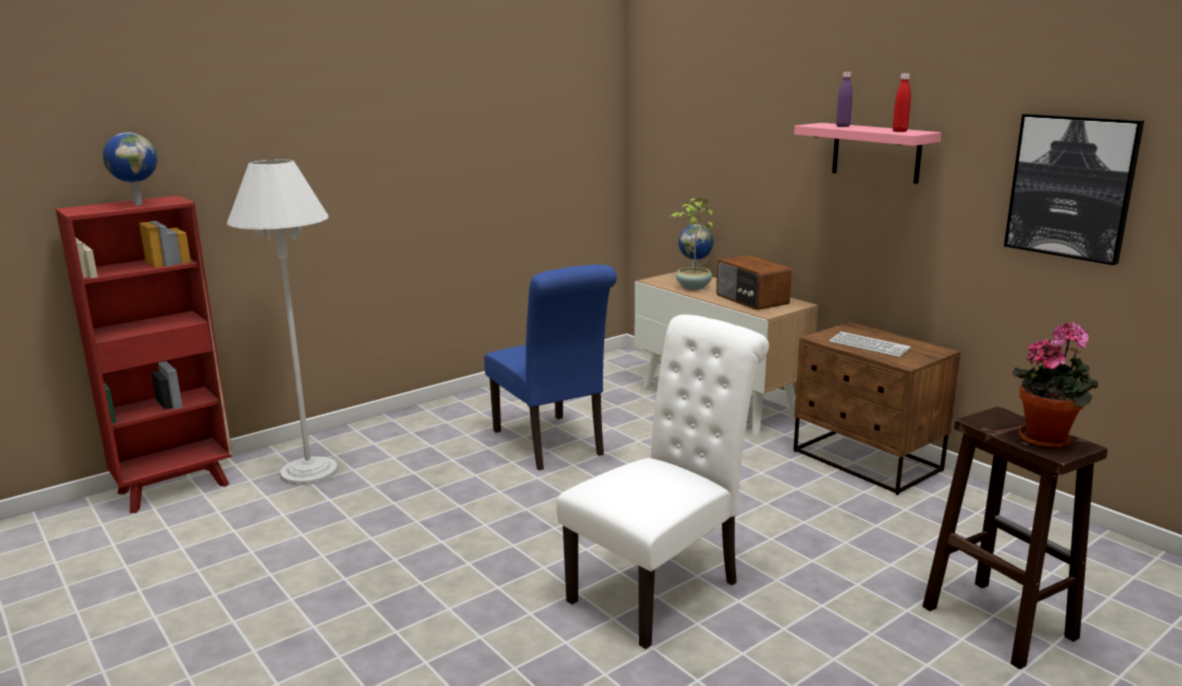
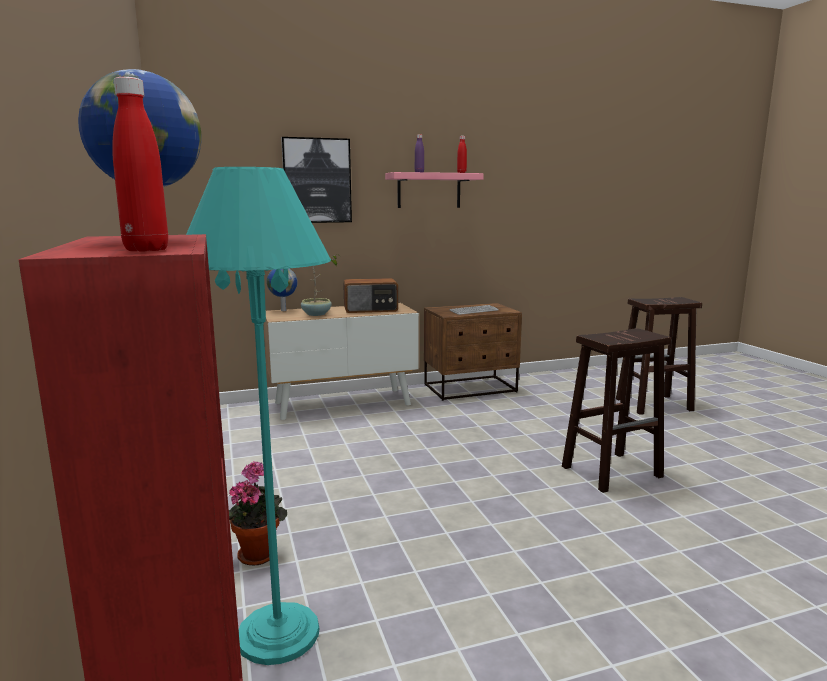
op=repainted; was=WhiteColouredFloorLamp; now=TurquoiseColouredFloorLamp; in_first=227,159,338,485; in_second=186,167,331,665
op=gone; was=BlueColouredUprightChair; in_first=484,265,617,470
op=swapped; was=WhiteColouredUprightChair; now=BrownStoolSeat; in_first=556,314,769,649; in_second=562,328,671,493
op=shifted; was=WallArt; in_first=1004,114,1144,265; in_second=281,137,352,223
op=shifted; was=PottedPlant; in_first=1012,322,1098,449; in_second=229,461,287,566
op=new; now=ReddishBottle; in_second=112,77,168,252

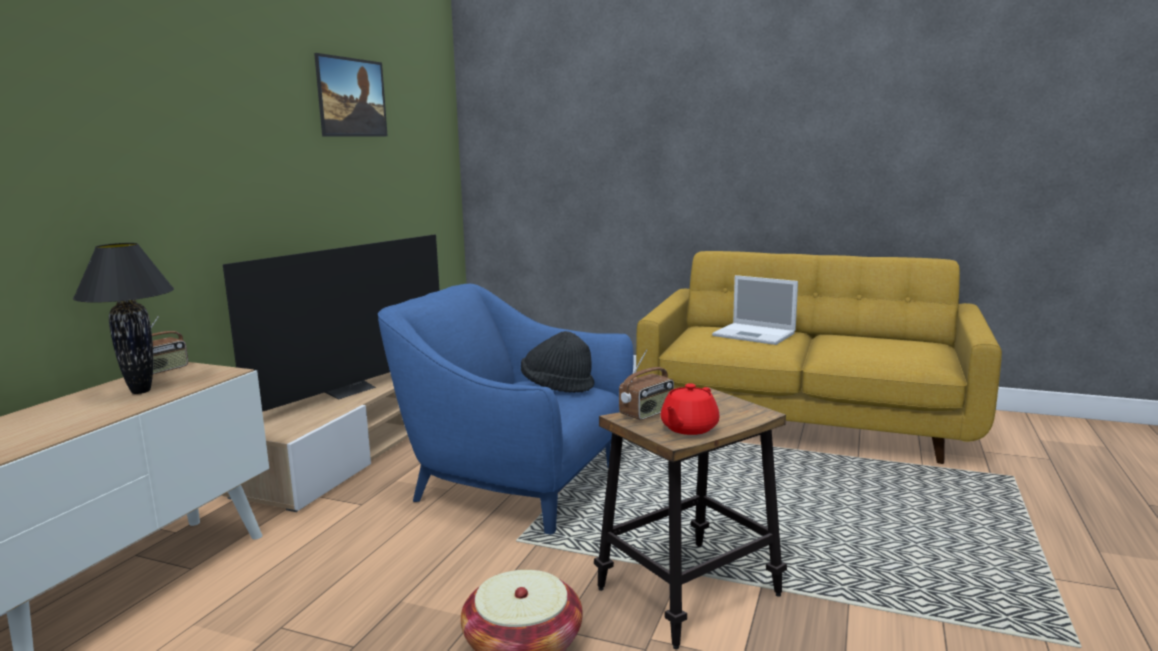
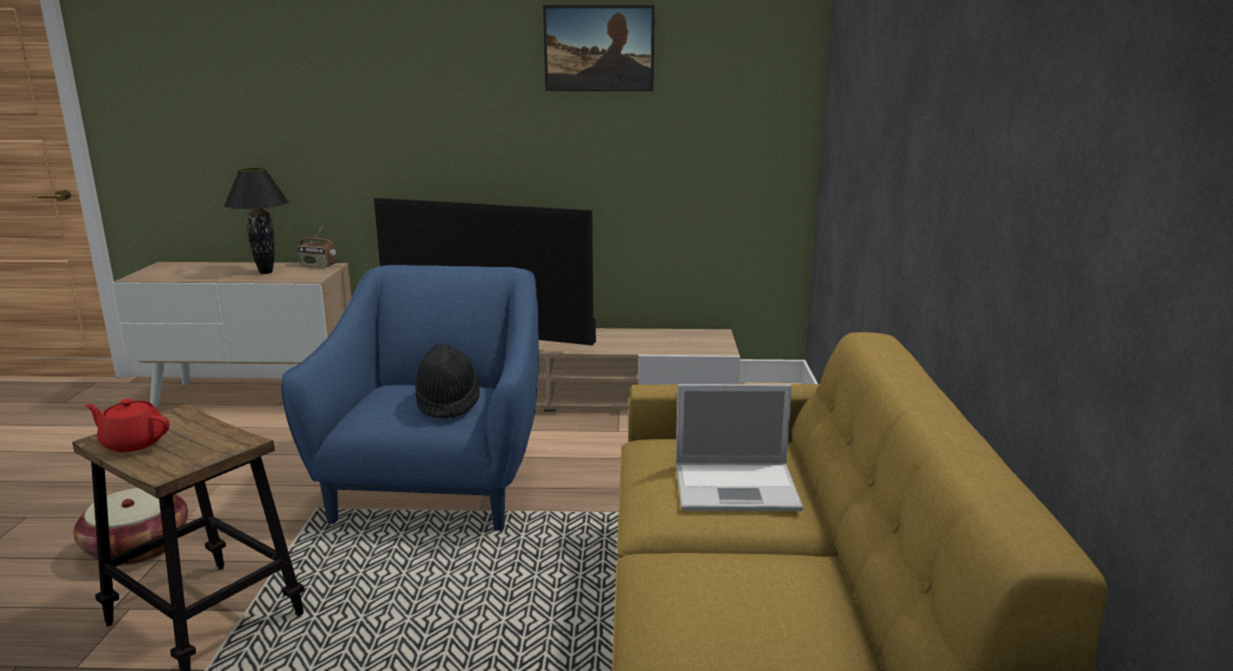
op=gone; was=RadioReceiver; in_first=619,349,674,420
op=rotated; was=Laptop; in_first=712,275,798,345; in_second=676,384,803,511; clockwise=-105

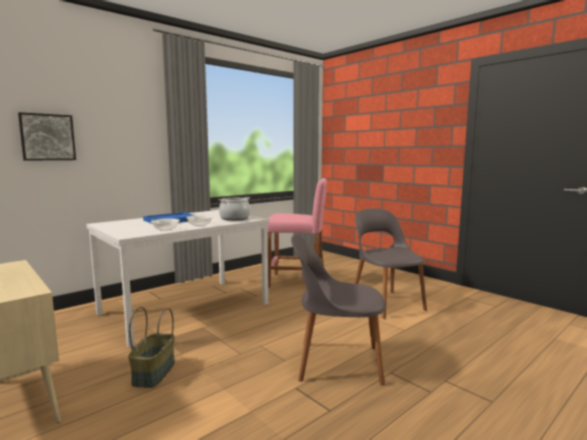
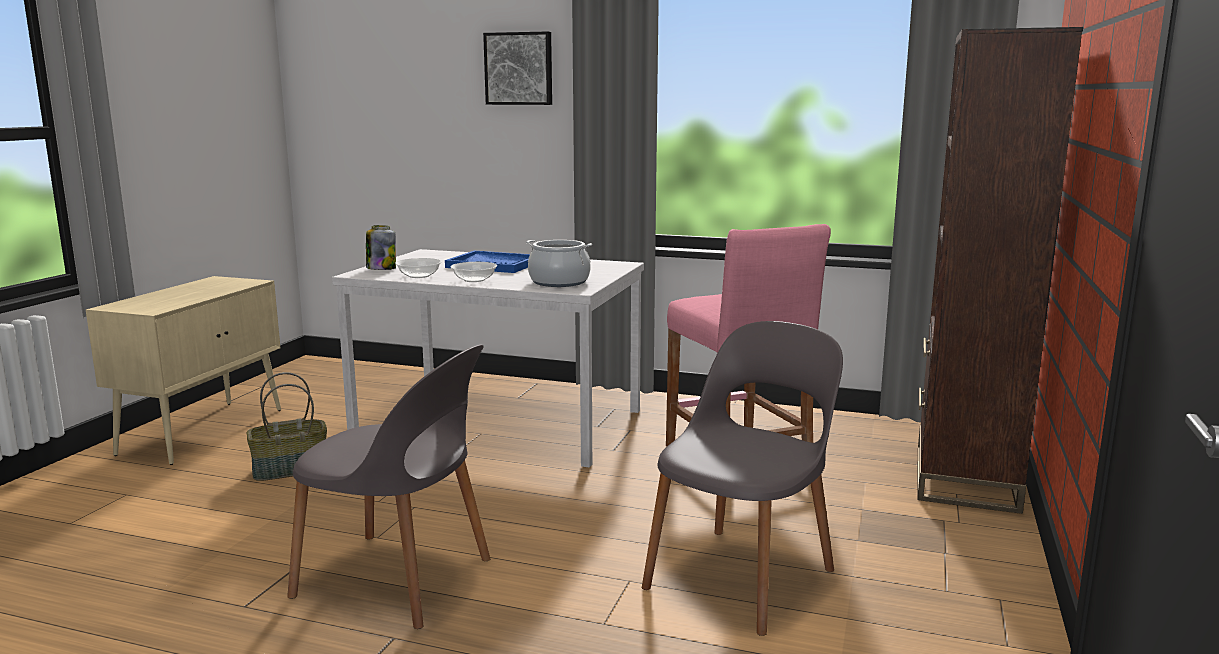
op=shifted; was=WallArt; in_first=18,112,76,161; in_second=483,31,552,105
op=rotated; was=GreyUprightChair; in_first=291,234,386,385; in_second=287,345,490,629; clockwise=135
op=new; now=PreserveJar; in_second=366,225,396,270
op=new; now=BrownShelvingUnit; in_second=917,27,1083,514

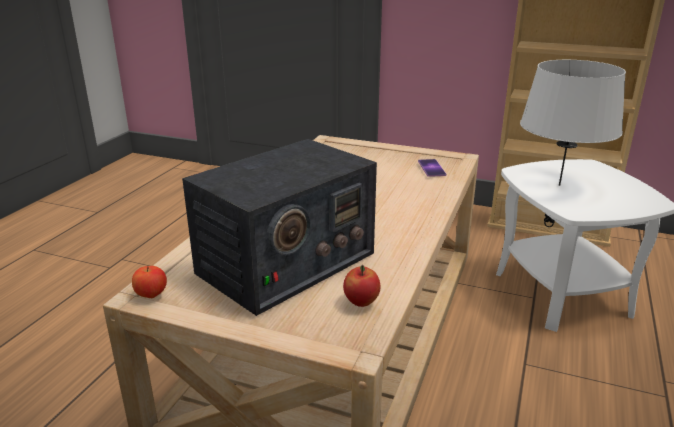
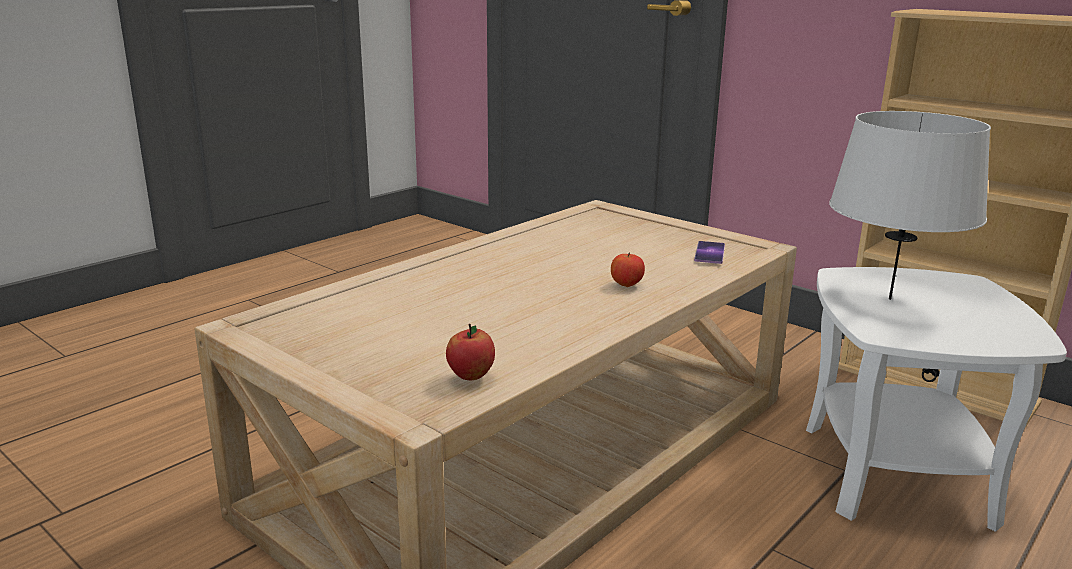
op=shifted; was=WholeApple; in_first=132,266,167,298; in_second=611,252,645,287
op=gone; was=RadioReceiver; in_first=182,139,377,316

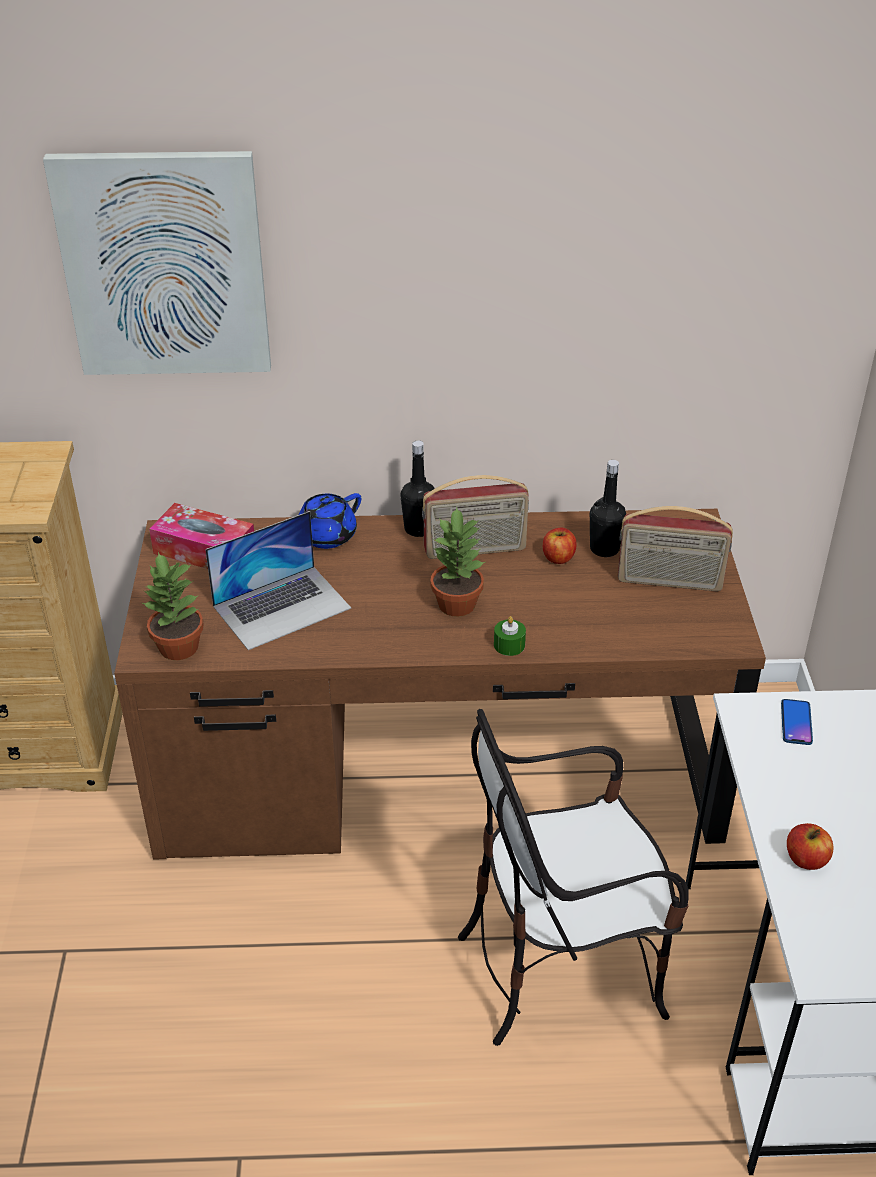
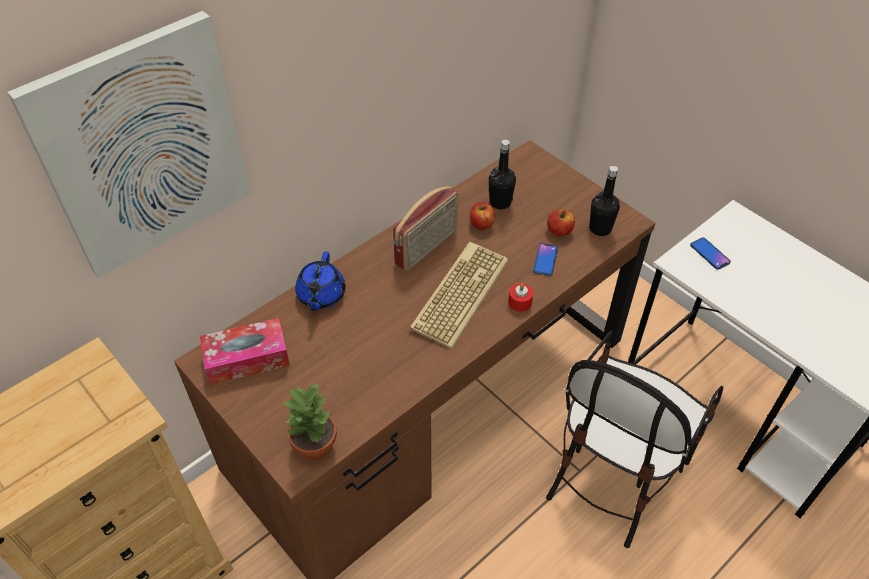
op=gone; was=Laptop; in_first=205,511,351,650
op=shifted; was=BlackColouredBottle; in_first=400,440,435,537; in_second=589,166,620,236
op=swapped; was=PottedPlant; now=PcKeyboard; in_first=430,507,485,617; in_second=410,242,508,349
op=repainted; was=GreenColouredCandle; now=ReddishCandle; in_first=494,616,526,656; in_second=508,283,533,312
op=gone; was=RadioReceiver; in_first=618,506,733,591
op=shifted; was=WholeApple; in_first=787,823,833,870; in_second=547,209,575,237
op=new; now=Phone; in_second=533,243,558,276

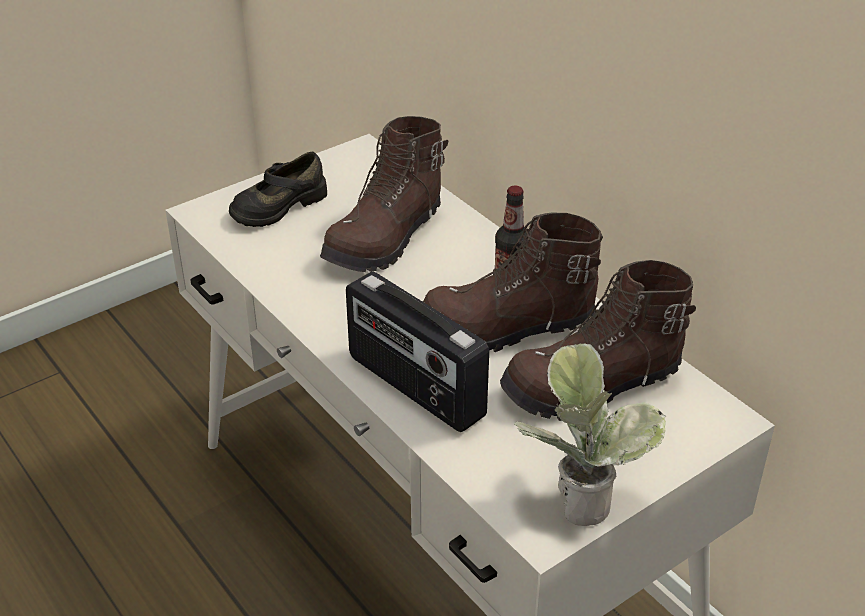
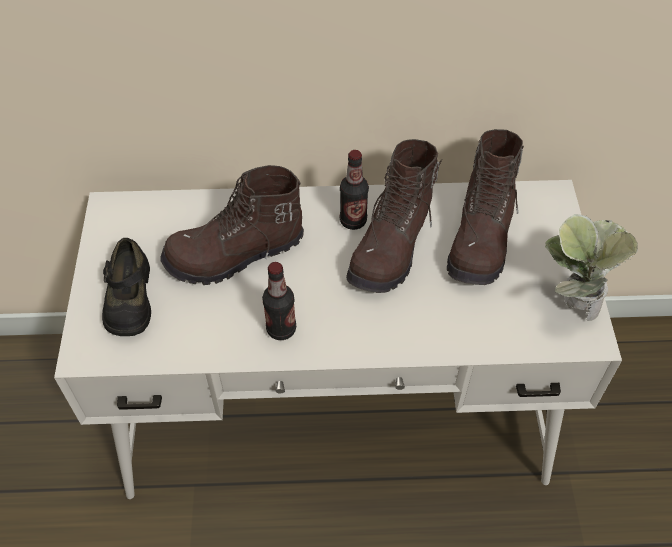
op=rotated; was=BrownBoot; in_first=320,116,448,272; in_second=160,165,304,285; clockwise=90
op=gone; was=RadioReceiver; in_first=346,271,489,432
op=new; now=Bottle; in_second=262,262,296,340

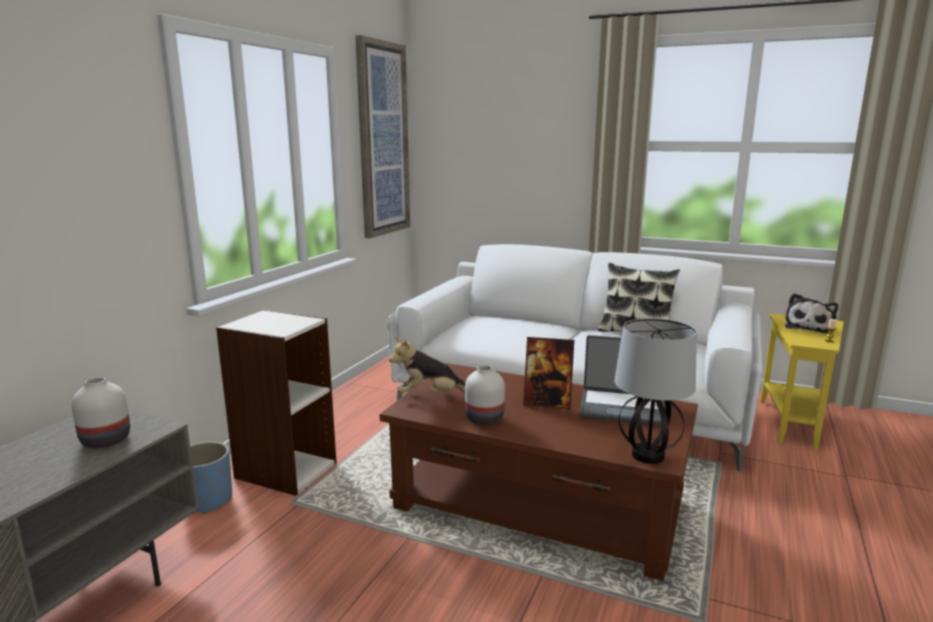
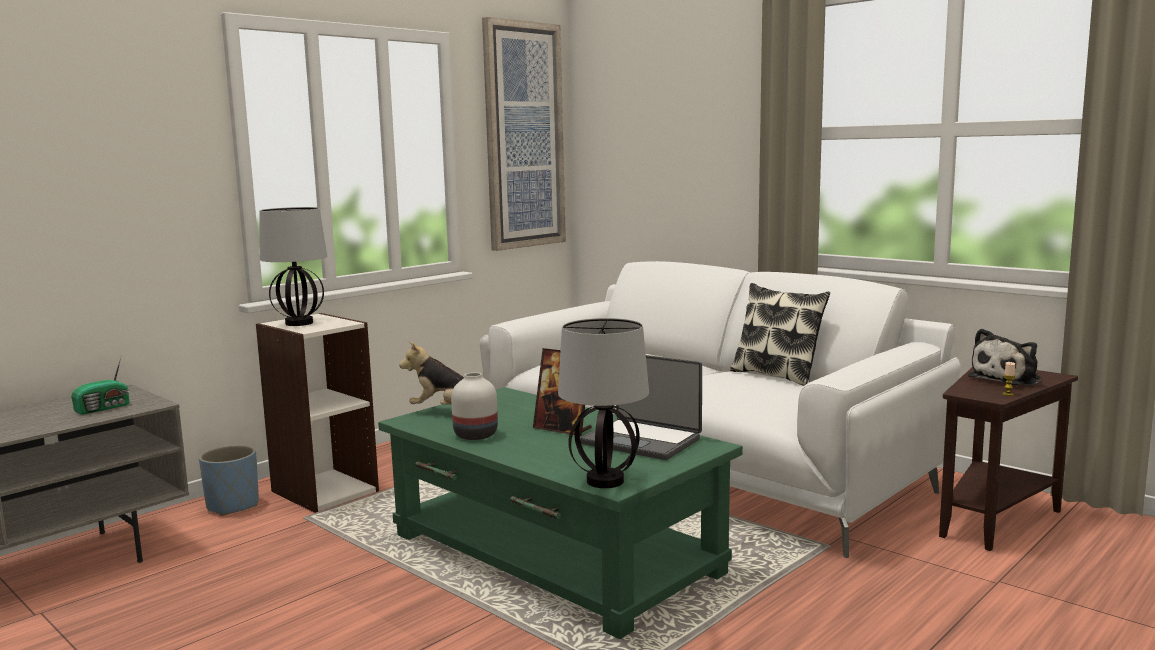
op=swapped; was=WhiteColouredVase; now=RadioReceiver; in_first=72,377,130,448; in_second=71,358,130,415
op=repainted; was=BrownLowTable; now=GreenColouredLowTable; in_first=380,363,698,581; in_second=378,387,743,639
op=repainted; was=YellowColouredSideTable; now=BrownSideTable; in_first=761,314,844,450; in_second=939,367,1078,551
op=new; now=TabletopLamp; in_second=259,207,327,326

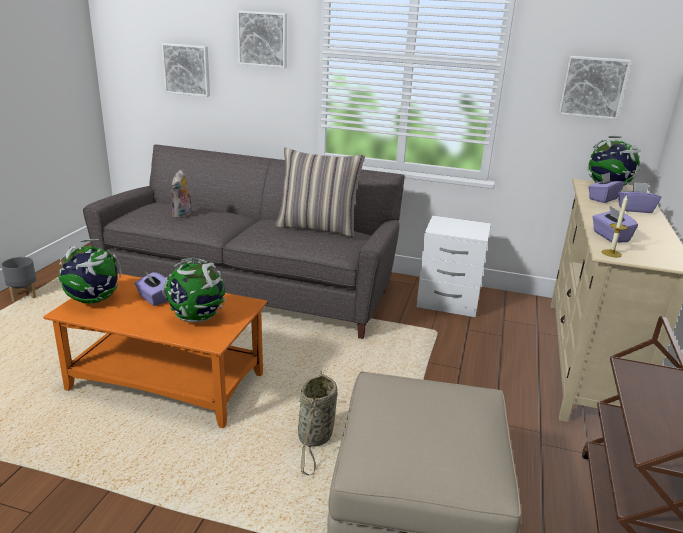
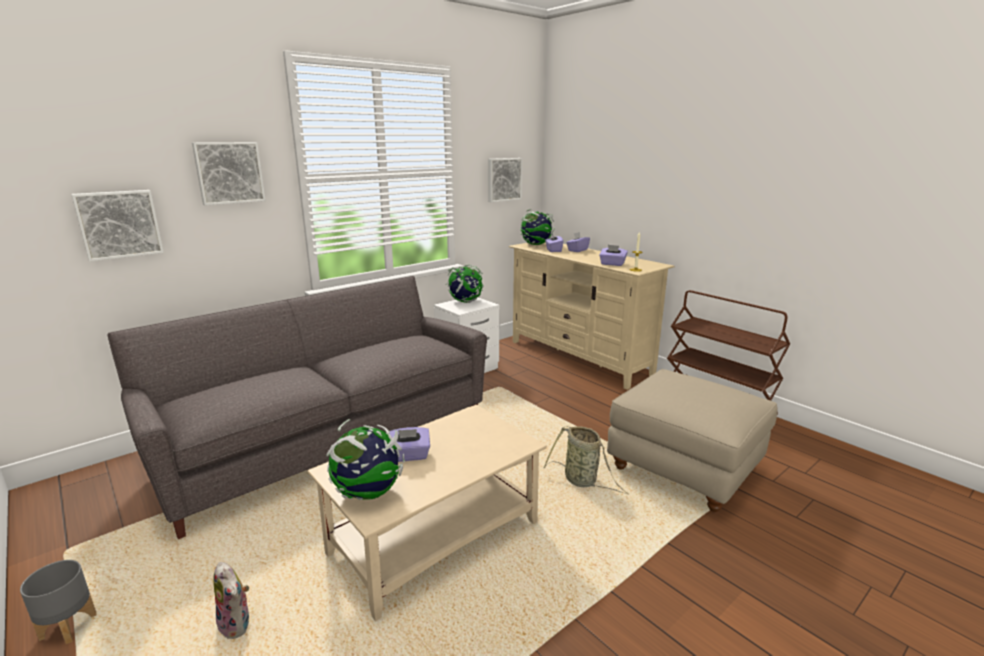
op=repainted; was=OrangeyLowTable; now=SandColouredLowTable; in_first=43,273,267,428; in_second=308,405,547,621
op=shifted; was=DeskGlobe; in_first=162,257,226,322; in_second=446,265,484,303
op=shifted; was=CuddlyToy; in_first=171,170,192,219; in_second=213,562,249,639
op=gone; was=Pillow; in_first=275,147,365,237

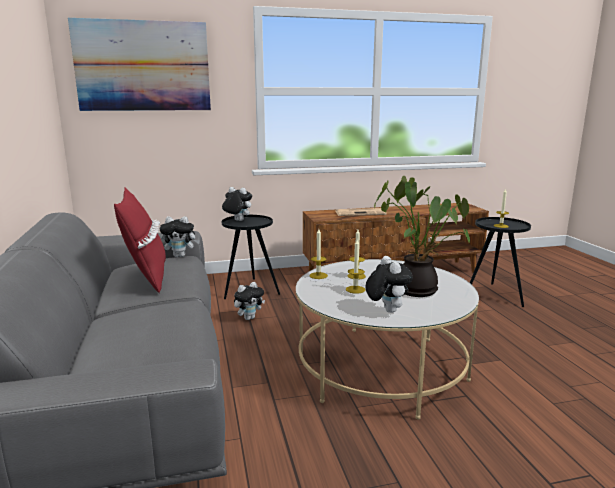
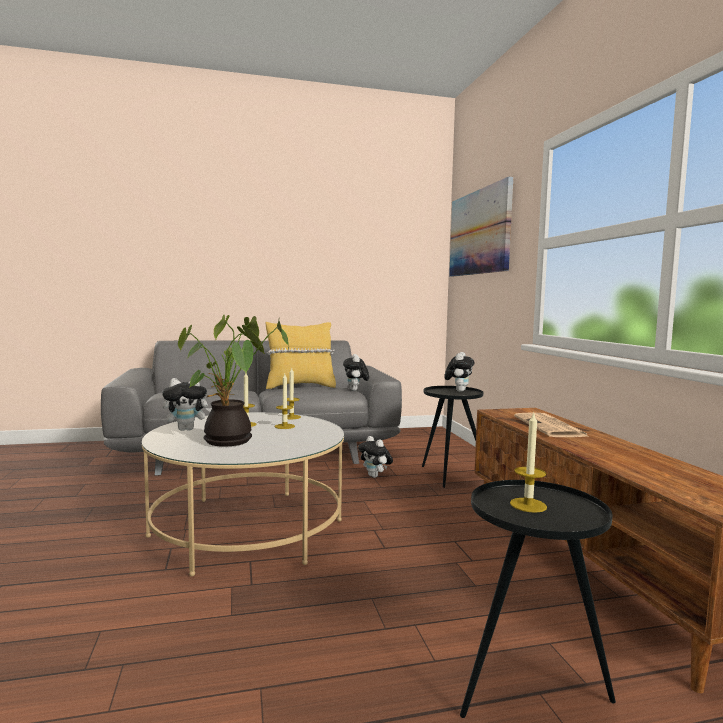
op=repainted; was=ReddishPillow; now=YellowColouredPillow; in_first=114,188,166,293; in_second=266,322,336,389

